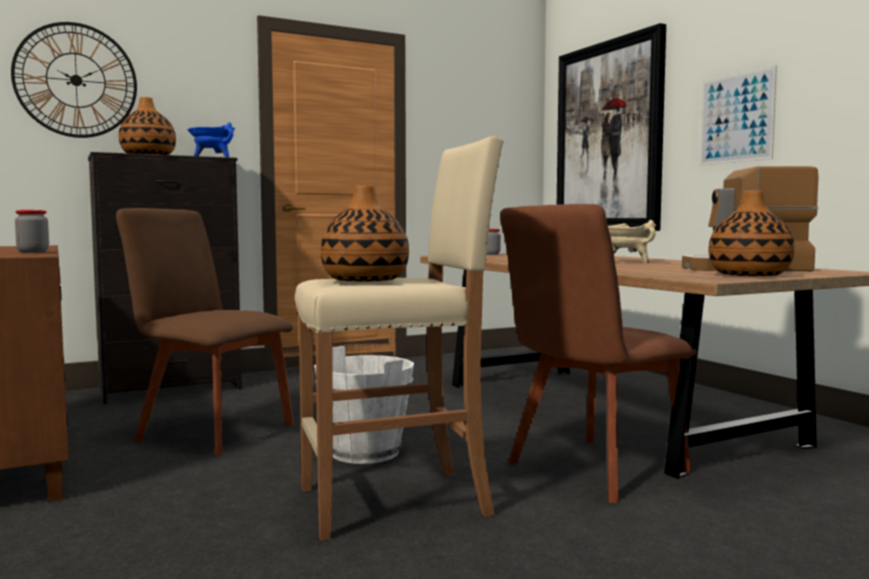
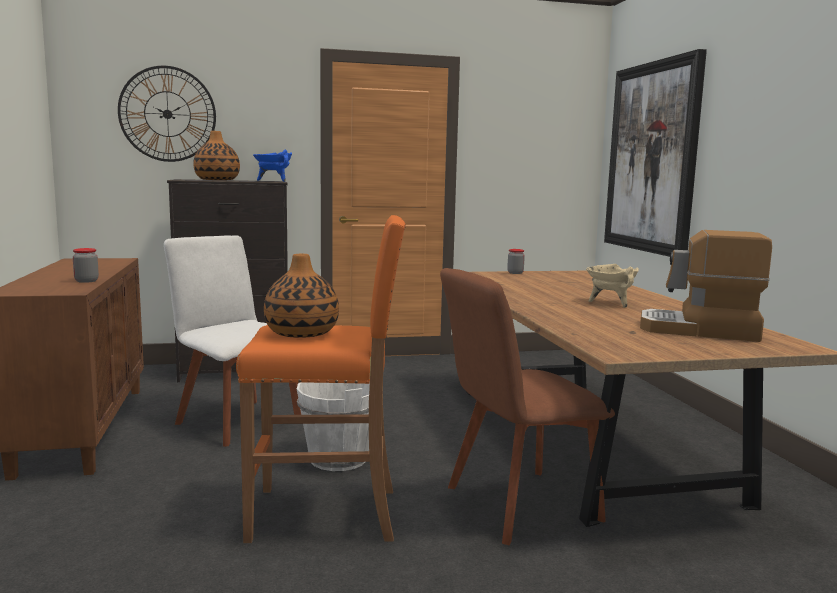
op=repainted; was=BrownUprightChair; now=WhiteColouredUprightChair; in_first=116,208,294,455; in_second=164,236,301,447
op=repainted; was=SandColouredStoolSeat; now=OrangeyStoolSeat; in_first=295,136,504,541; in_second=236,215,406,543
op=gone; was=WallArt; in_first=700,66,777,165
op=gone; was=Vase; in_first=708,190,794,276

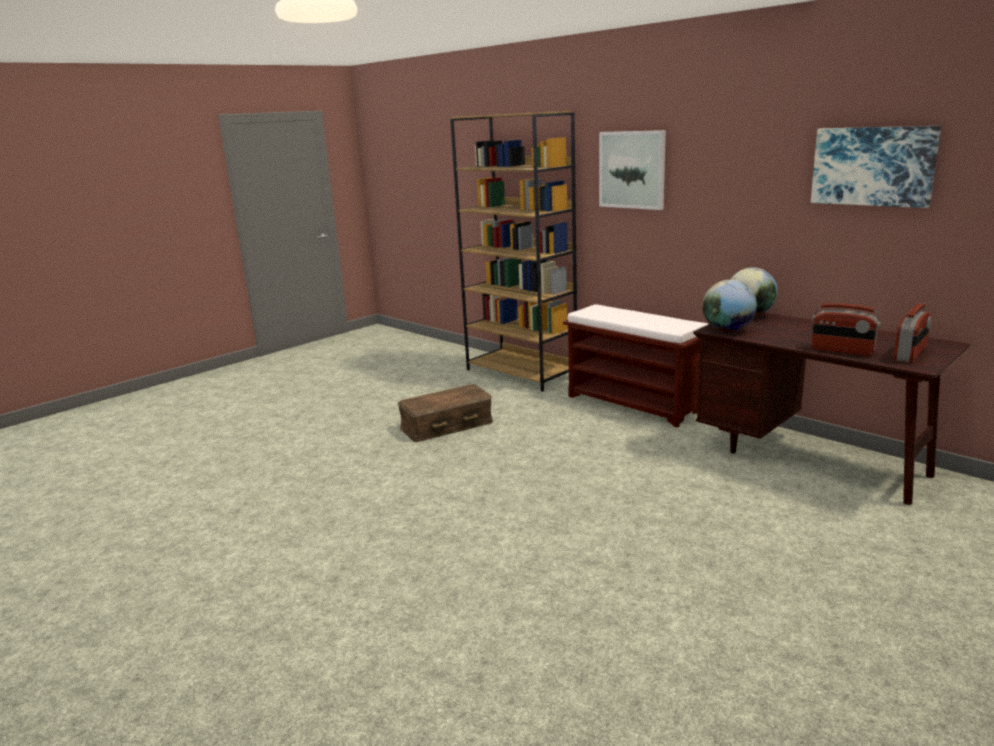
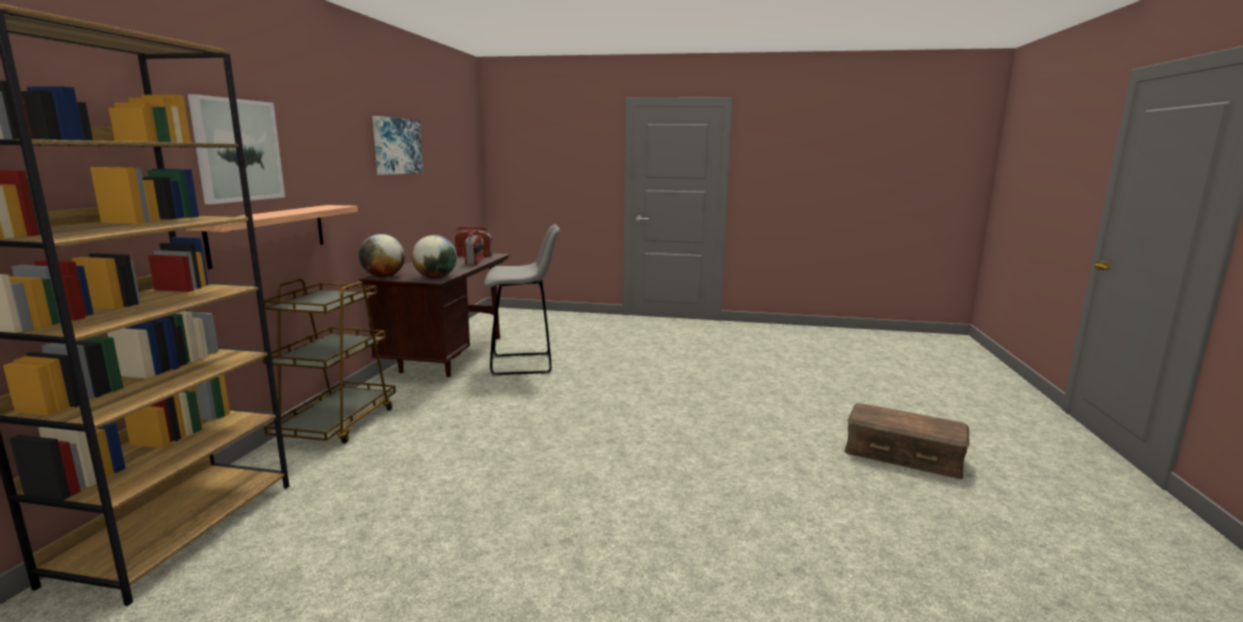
op=shifted; was=BrownStorageBox; in_first=398,384,493,442; in_second=845,403,969,479
op=swapped; was=BrownBench; now=BrownWheeledCart; in_first=563,304,708,428; in_second=263,278,396,443
op=new; now=BracketShelf; in_second=186,205,358,269
op=new; now=GreyStoolSeat; in_second=484,224,560,376

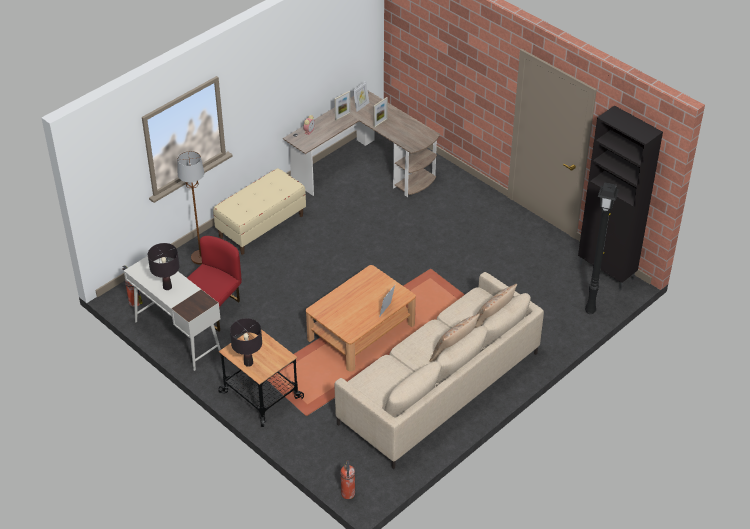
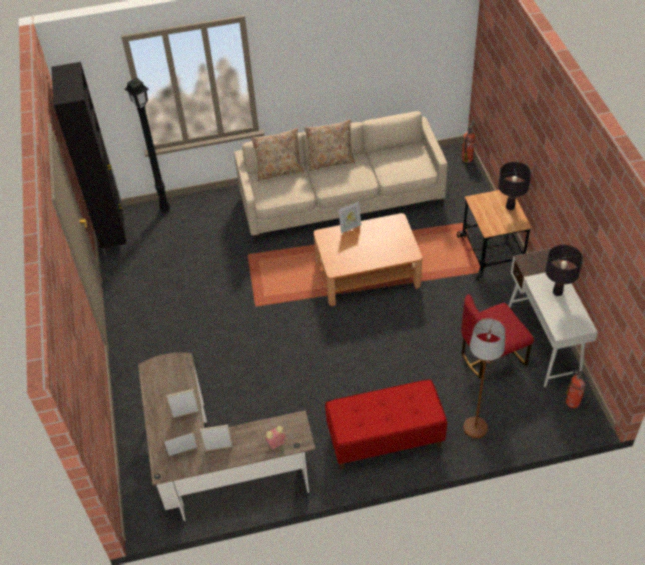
op=repainted; was=SandColouredBench; now=ReddishBench; in_first=213,168,306,255; in_second=325,379,447,469

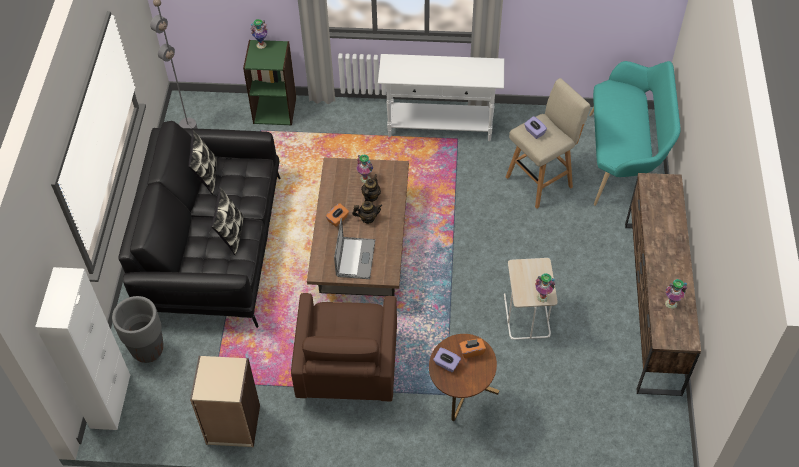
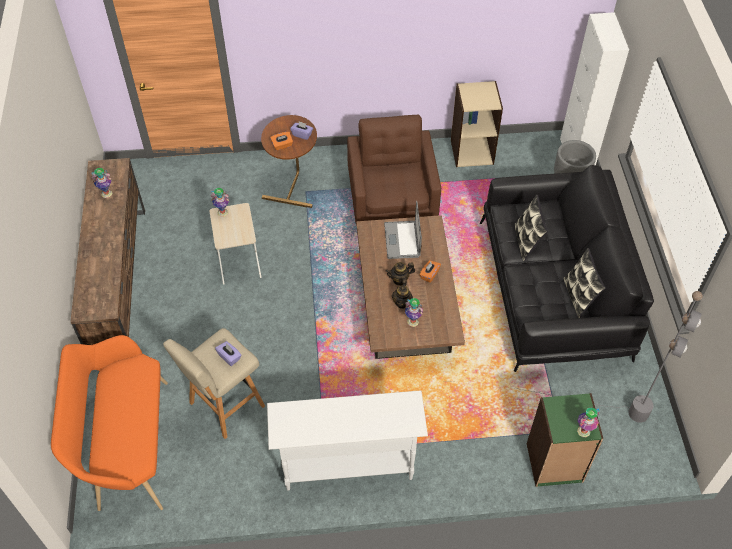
op=repainted; was=TurquoiseColouredBench; now=OrangeyBench; in_first=589,61,680,206; in_second=51,335,168,511

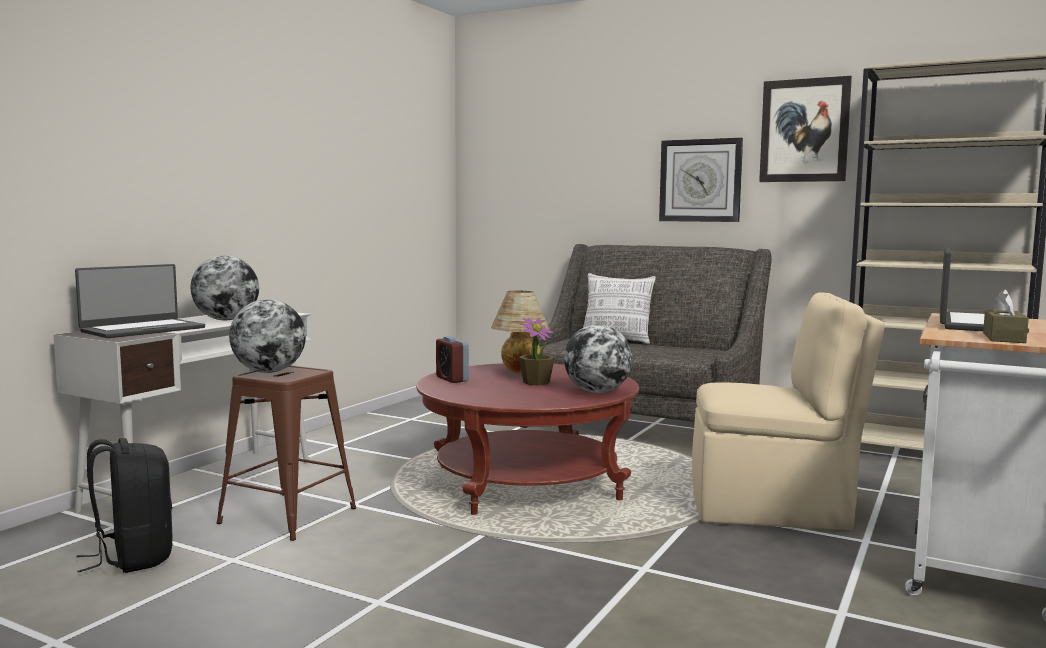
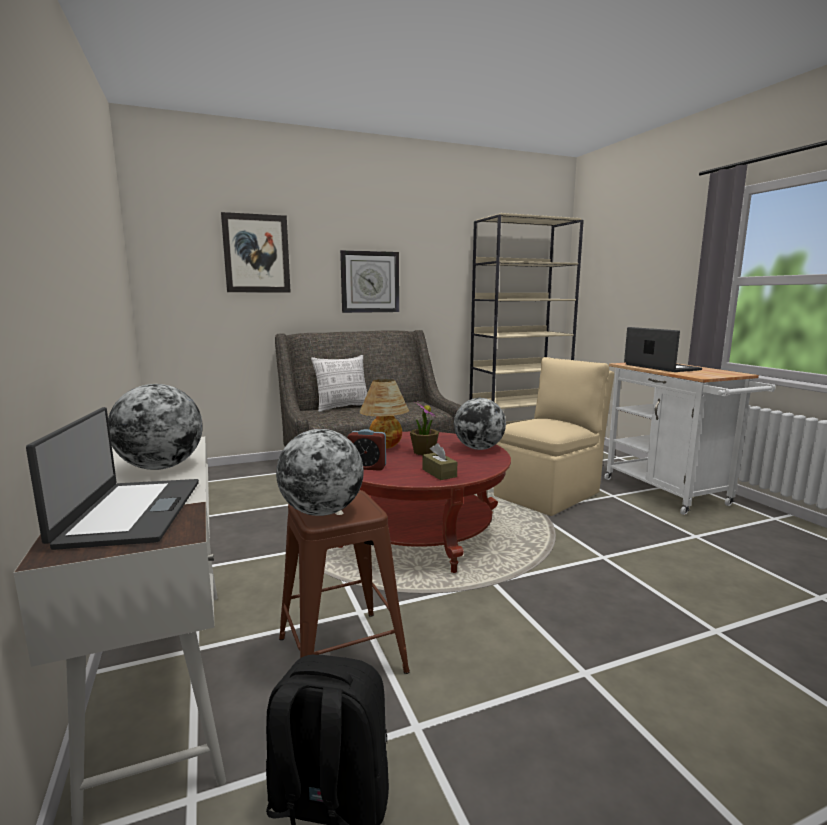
op=shifted; was=WallArt; in_first=759,76,852,182; in_second=221,212,291,292
op=shifted; was=BrownTissueBox; in_first=983,289,1029,343; in_second=422,443,457,480

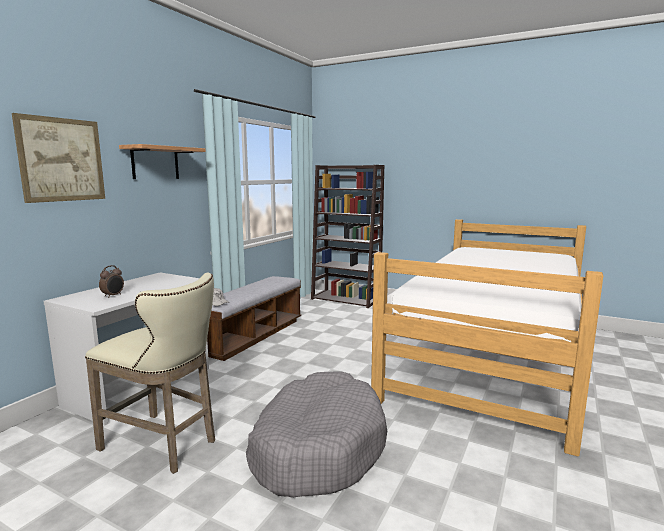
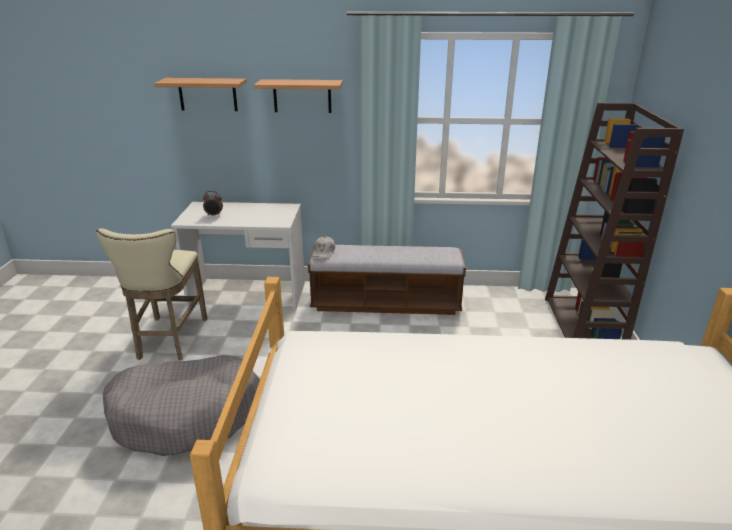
op=swapped; was=WallArt; now=BracketShelf; in_first=12,113,105,203; in_second=154,78,247,111

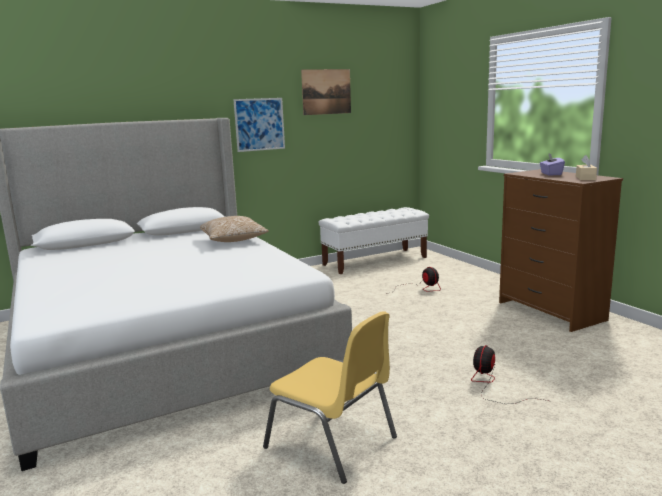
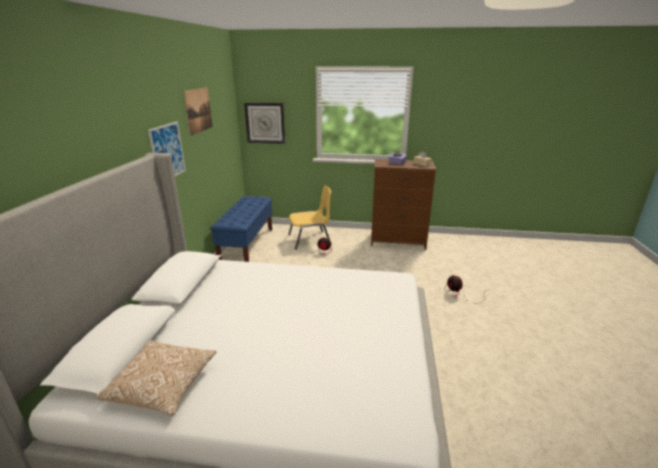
op=shifted; was=Pillow; in_first=200,216,269,242; in_second=96,340,216,416
op=shifted; was=YellowColouredUprightChair; in_first=263,311,397,484; in_second=288,186,332,250
op=repainted; was=WhiteColouredBench; now=BlueColouredBench; in_first=319,207,429,274; in_second=210,196,272,262
op=new; now=HangingClock; in_second=244,102,285,144

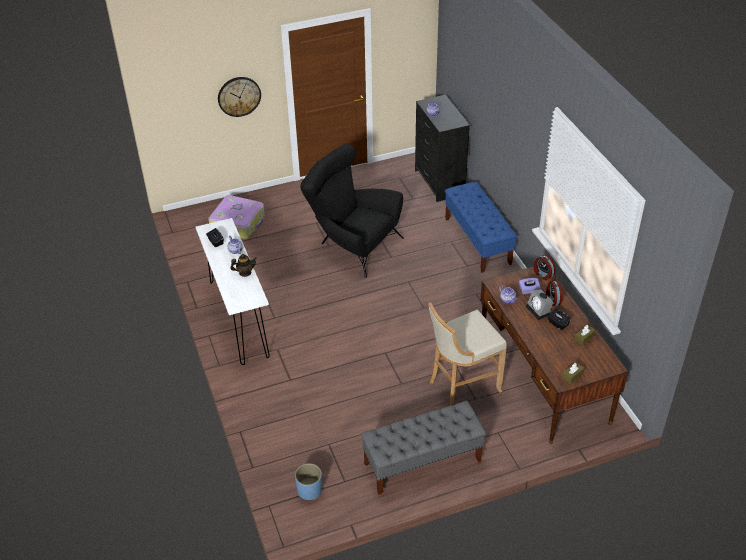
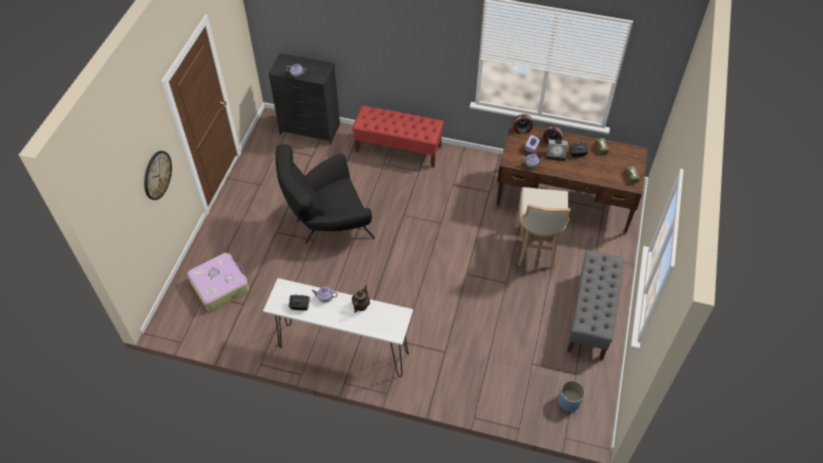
op=repainted; was=BlueColouredBench; now=ReddishBench; in_first=445,182,517,273; in_second=352,105,444,168

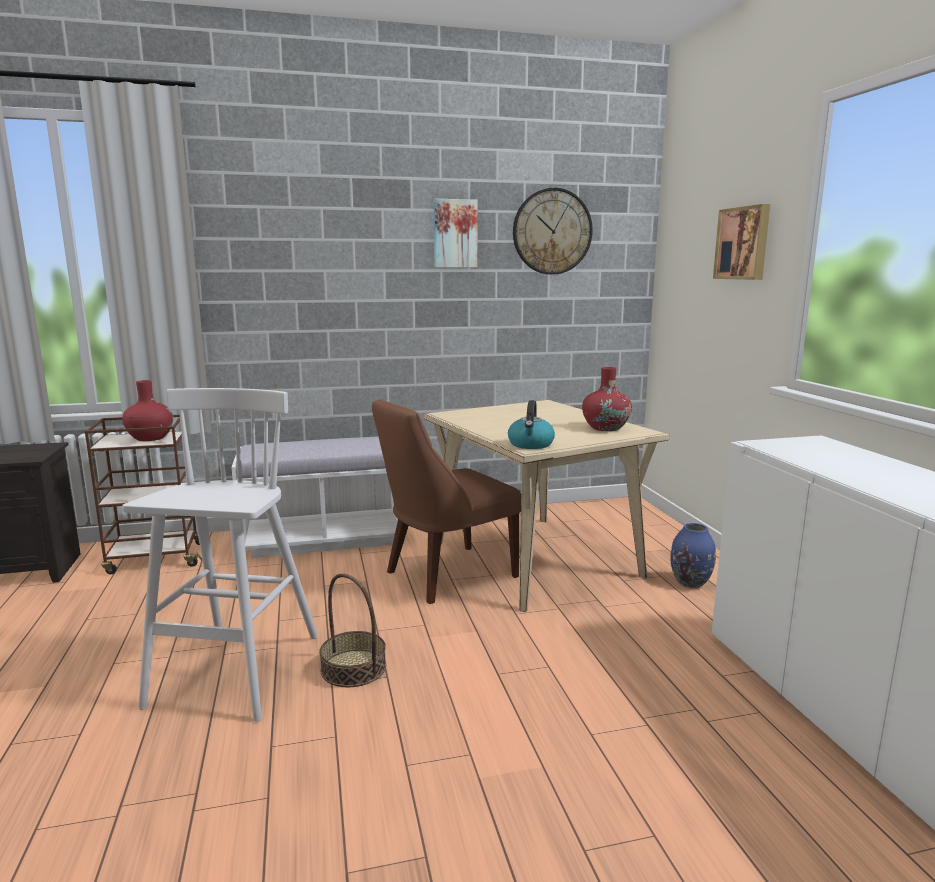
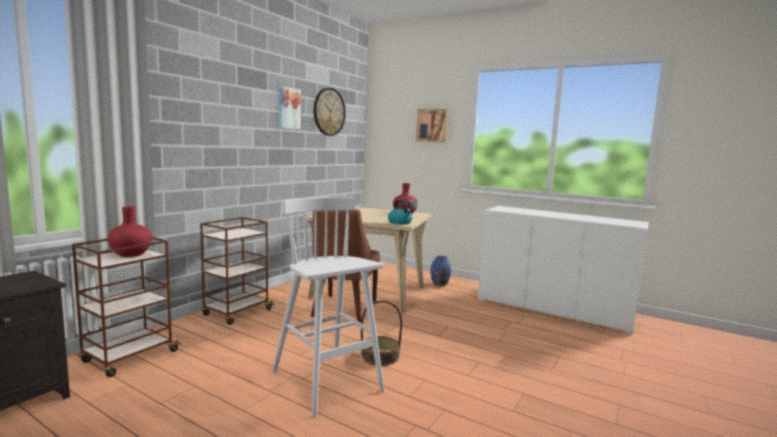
op=swapped; was=WhiteColouredBench; now=BrownWheeledCart; in_first=231,436,398,558; in_second=200,217,274,325

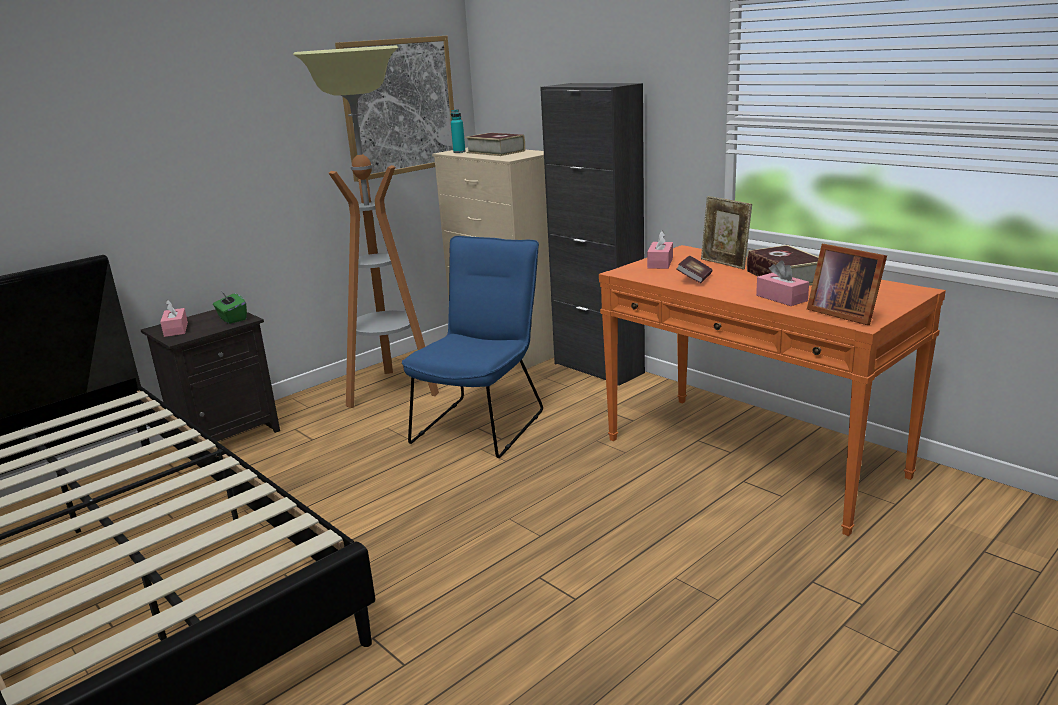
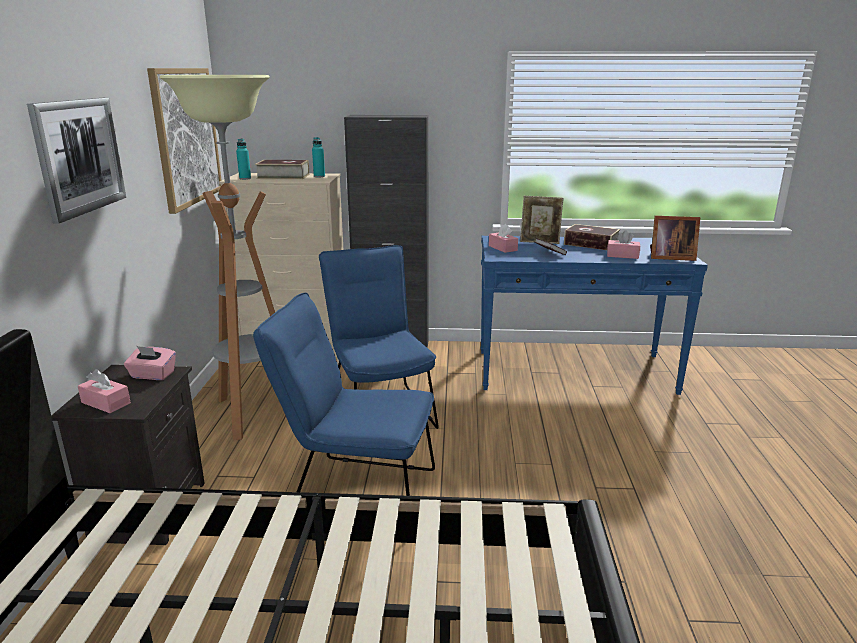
op=repainted; was=GreenColouredTissueBox; now=PinkColouredTissueBox; in_first=213,292,247,324; in_second=124,346,176,380
op=repainted; was=OrangeyHallTable; now=BlueColouredHallTable; in_first=599,245,946,536; in_second=480,236,708,395
op=new; now=WallArt; in_second=27,98,126,224
op=new; now=BlueColouredUprightChair; in_second=253,293,435,496
op=new; now=TurquoiseColouredBottle; in_second=312,137,325,177

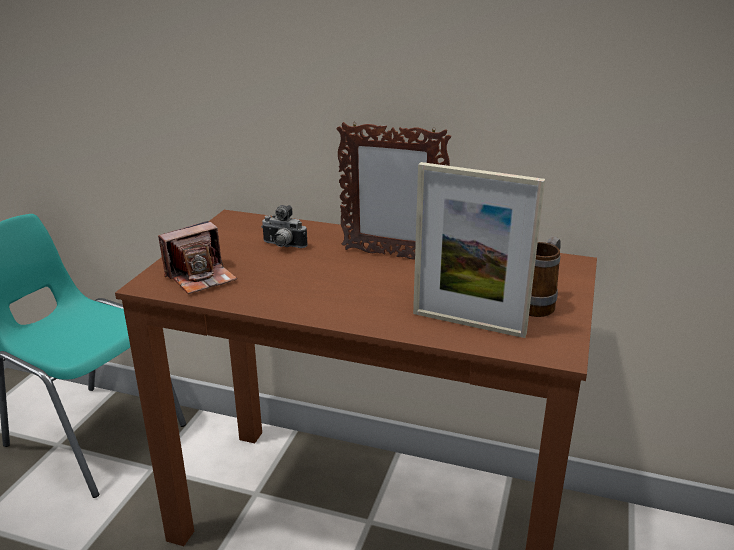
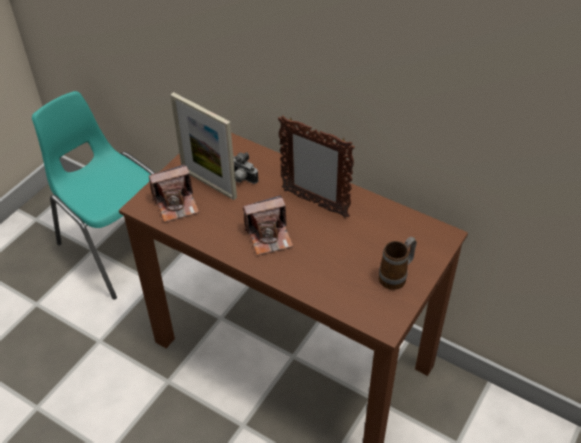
op=shifted; was=PictureFrame; in_first=413,162,545,338; in_second=170,92,237,200
op=new; now=PhotoCamera; in_second=243,195,293,255

